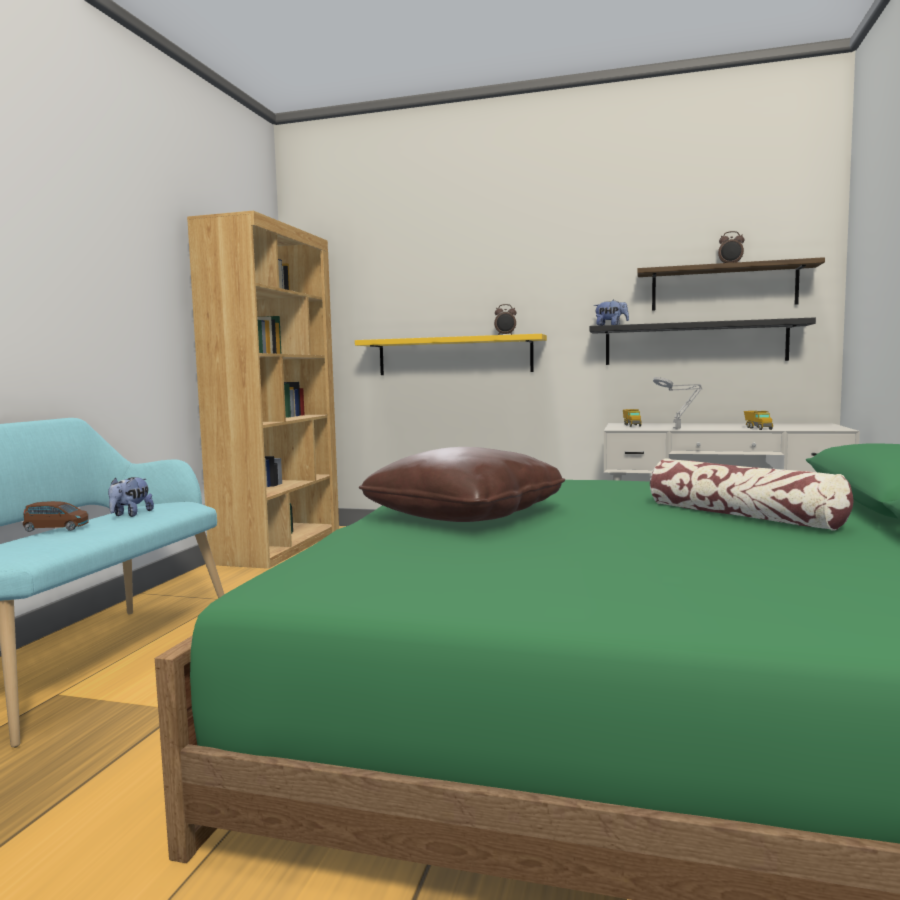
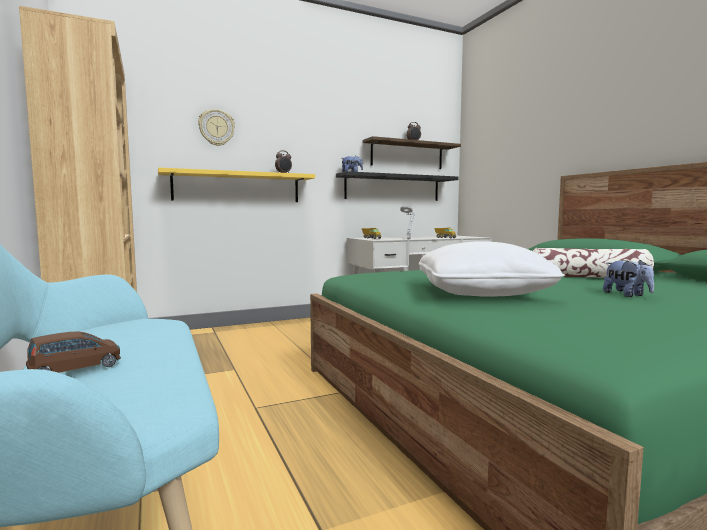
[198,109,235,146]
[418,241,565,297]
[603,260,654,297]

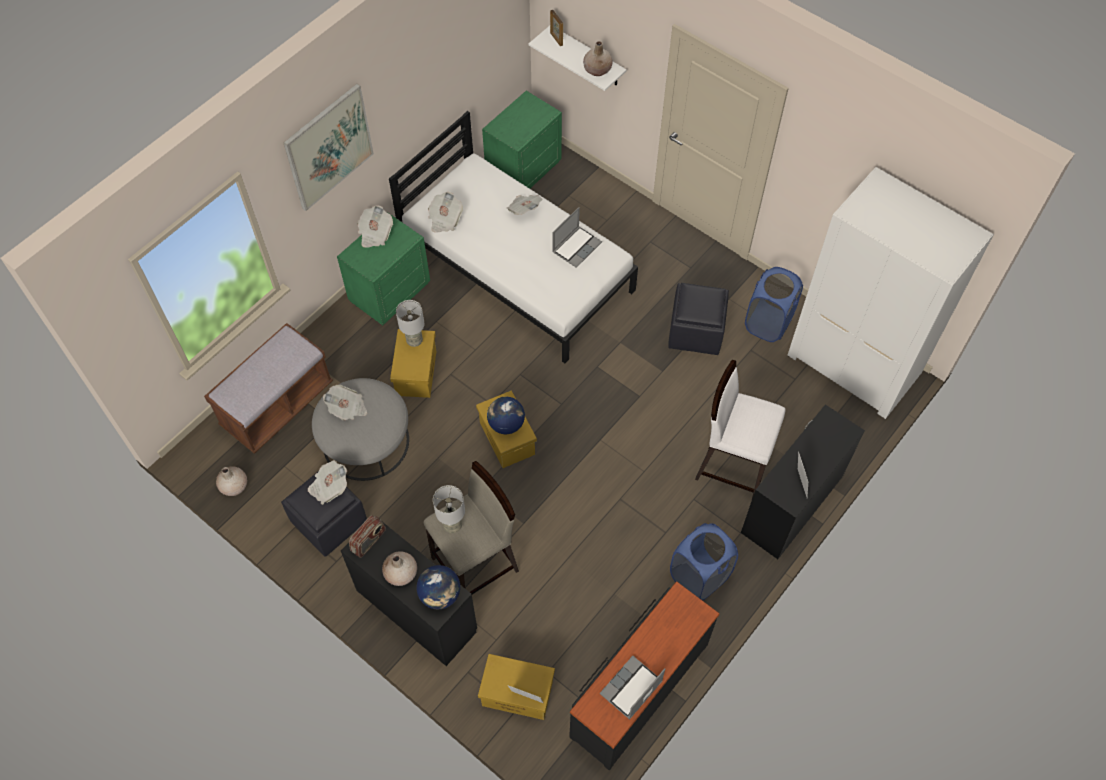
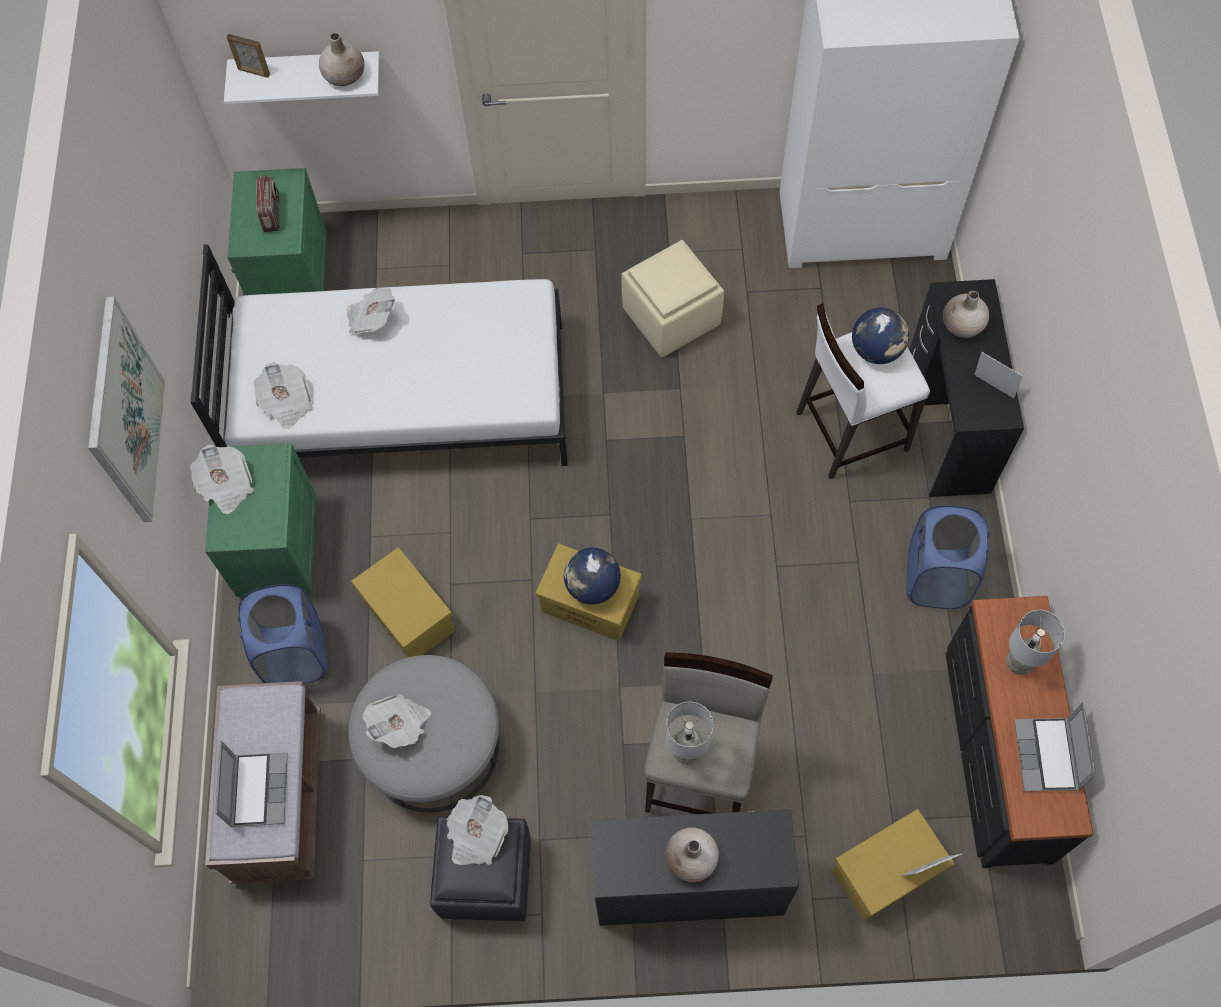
[215,741,288,827]
[238,584,328,684]
[256,175,279,232]
[621,240,724,357]
[852,307,909,364]
[943,291,989,338]
[1006,610,1065,675]

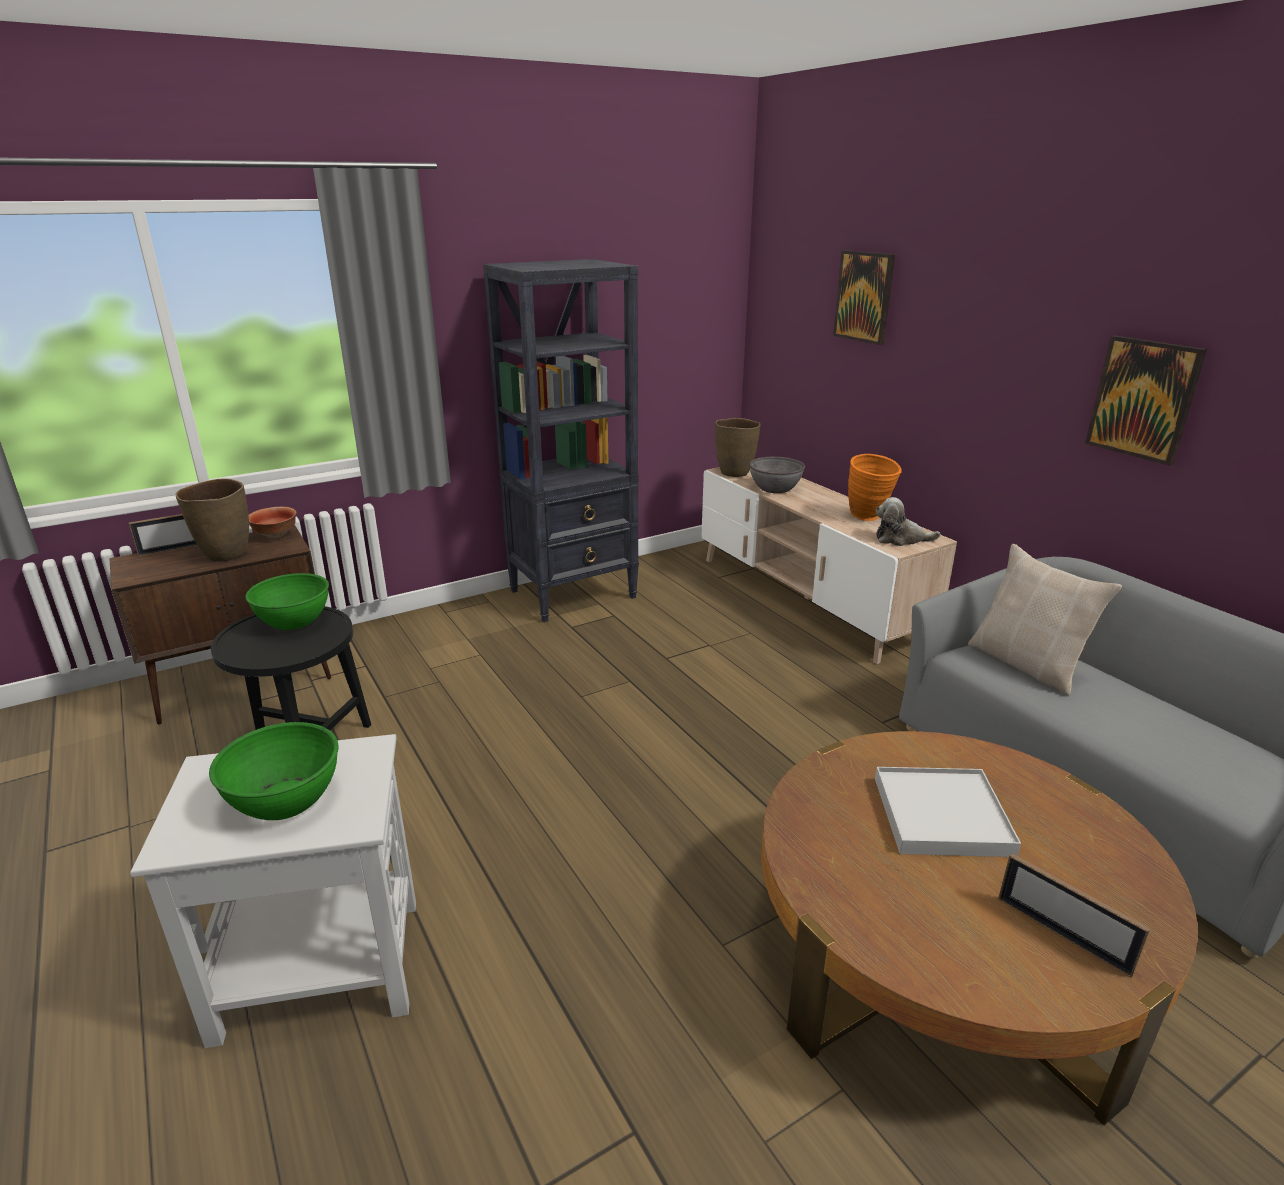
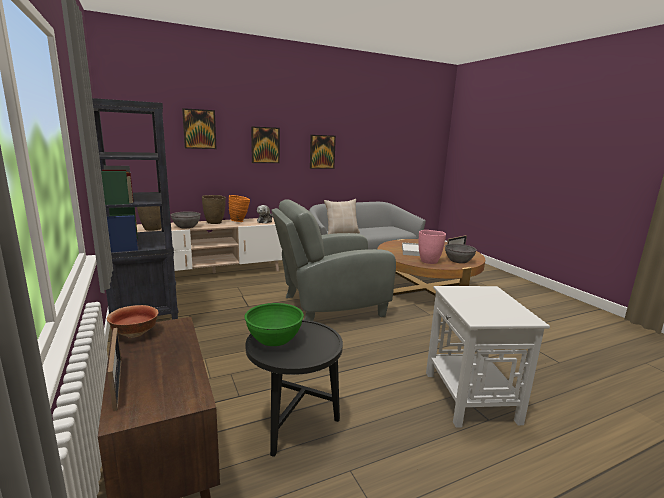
[202,195,226,224]
[251,126,280,163]
[271,199,396,321]
[419,230,446,264]
[445,244,477,263]
[209,722,339,820] (first image)

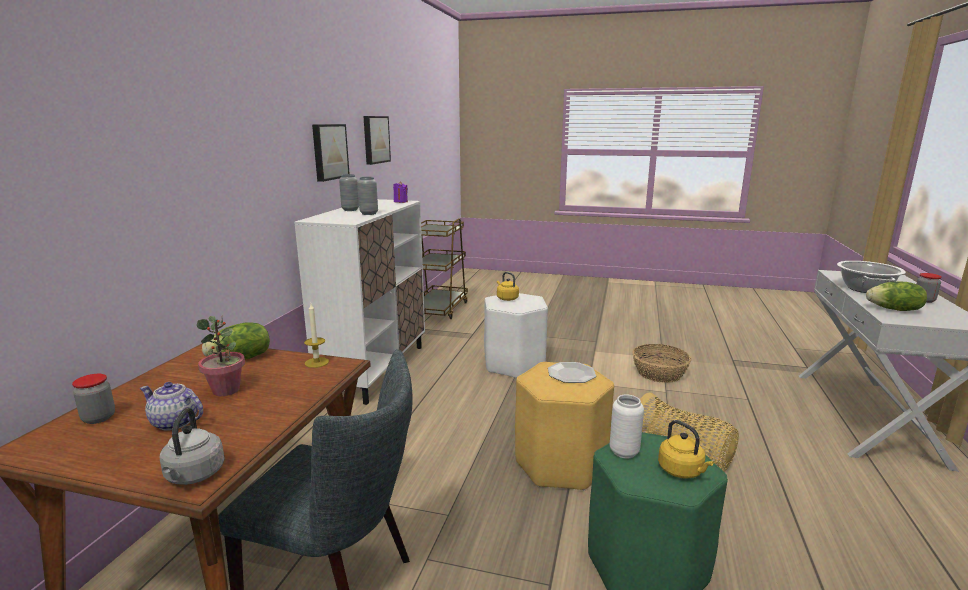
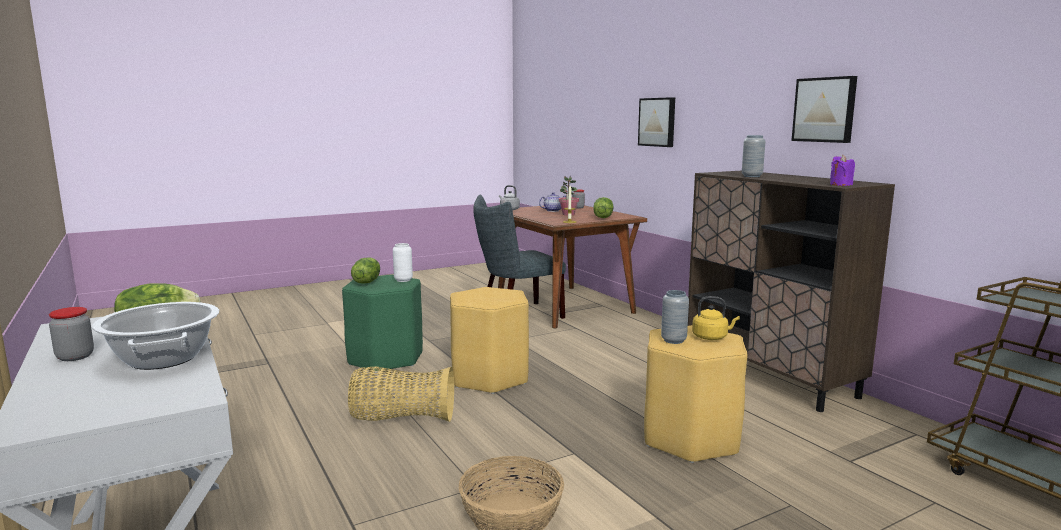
[351,257,380,284]
[638,97,675,147]
[644,325,747,463]
[661,290,689,344]
[688,171,895,412]
[548,362,596,383] (first image)

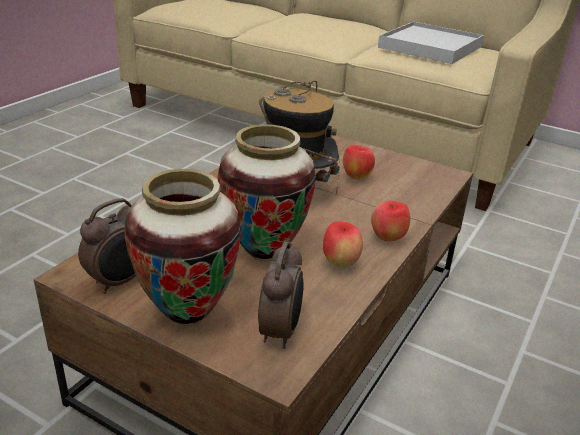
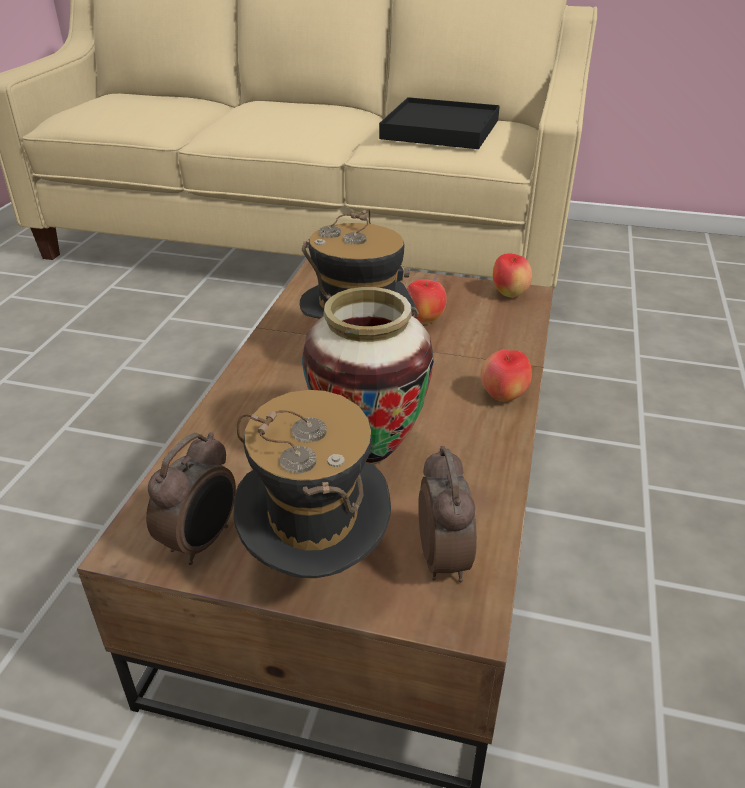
[233,390,391,578]
[379,97,500,149]
[493,253,532,297]

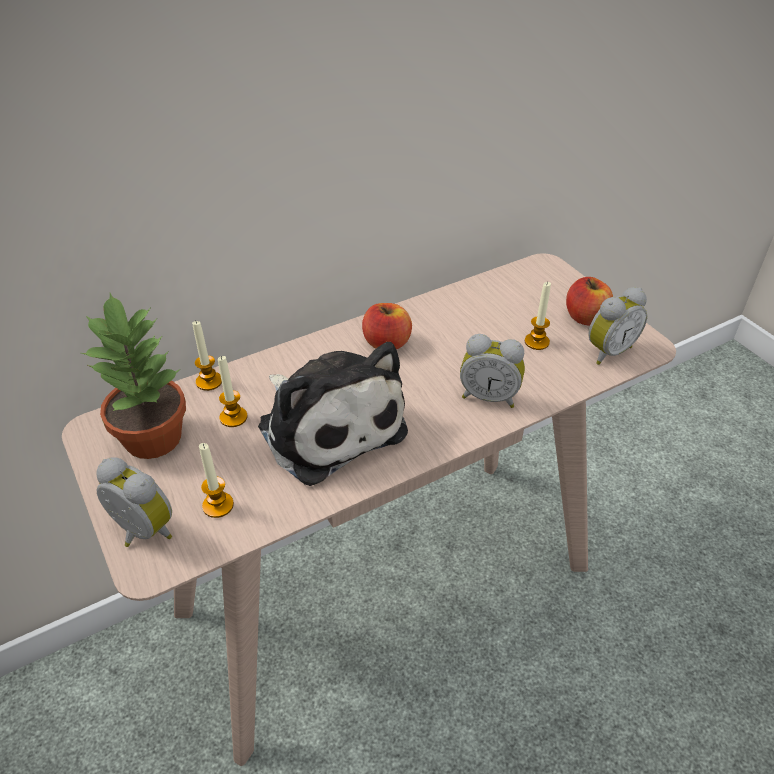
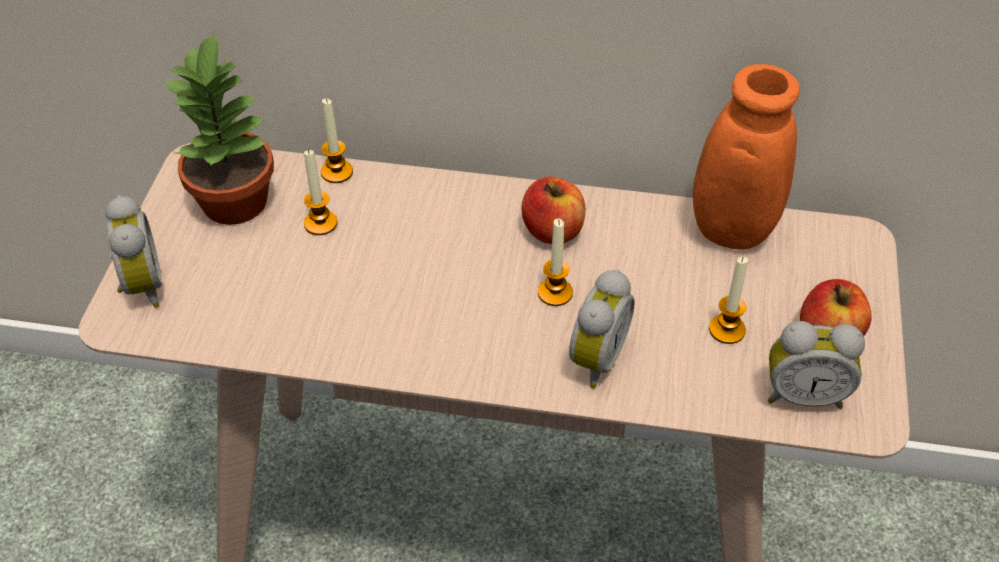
[538,219,573,306]
[569,270,635,389]
[640,64,800,249]
[258,342,408,486] (first image)

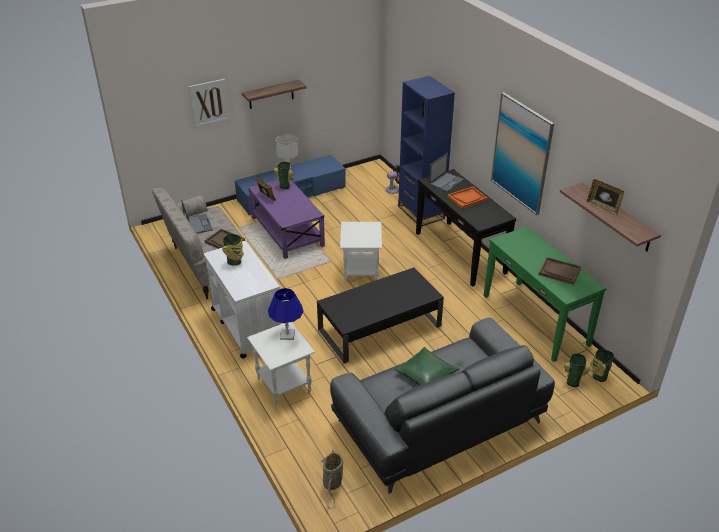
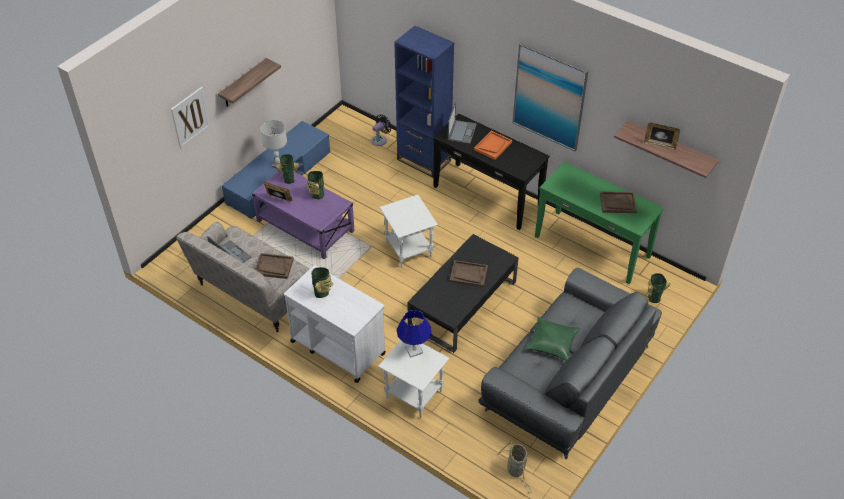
[306,171,324,199]
[450,260,488,287]

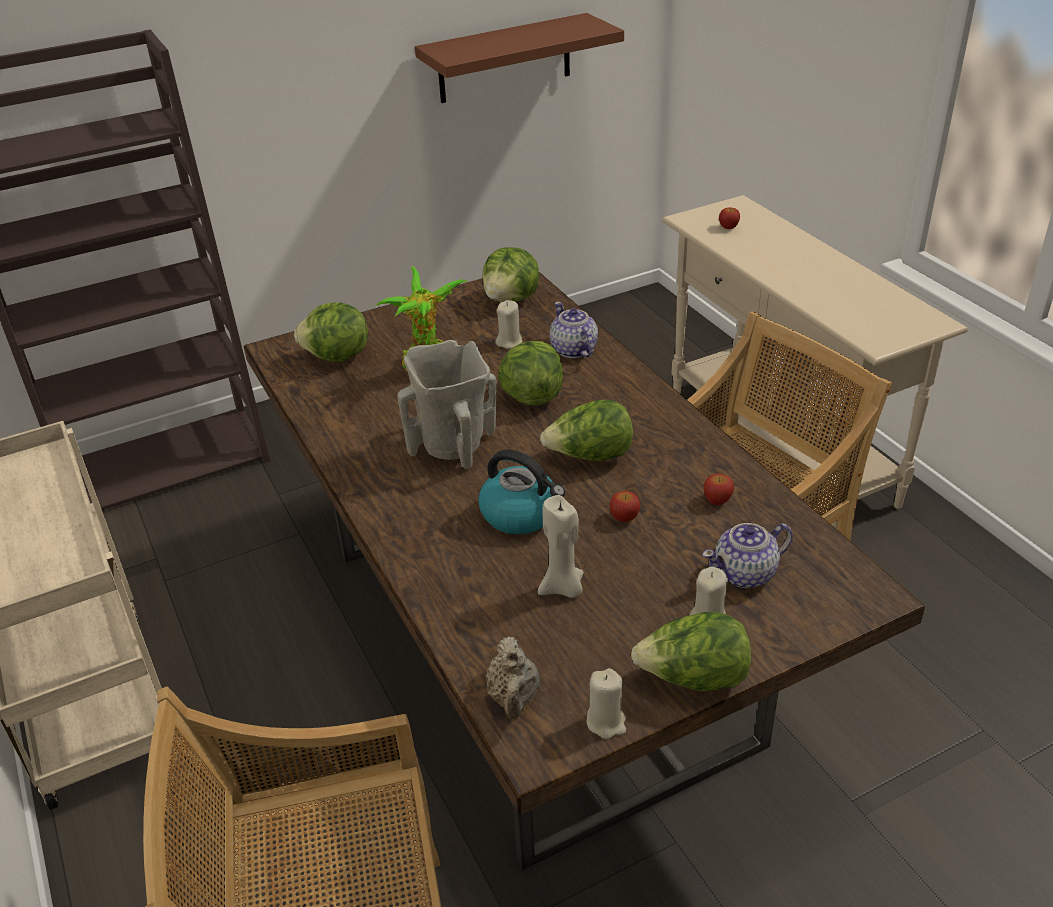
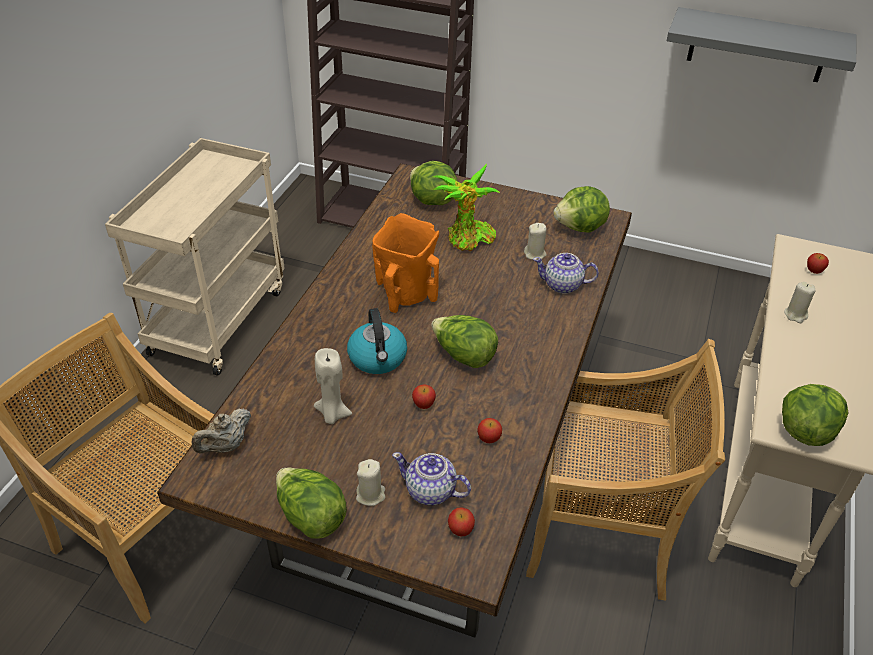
[372,213,439,313]
[448,507,475,536]
[533,253,599,294]
[666,7,857,82]
[782,384,848,446]
[784,282,816,323]

